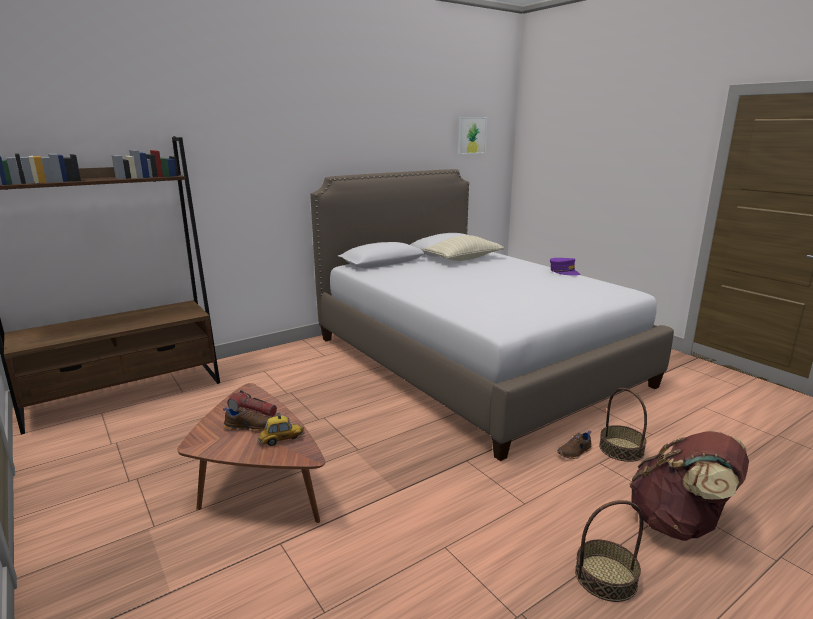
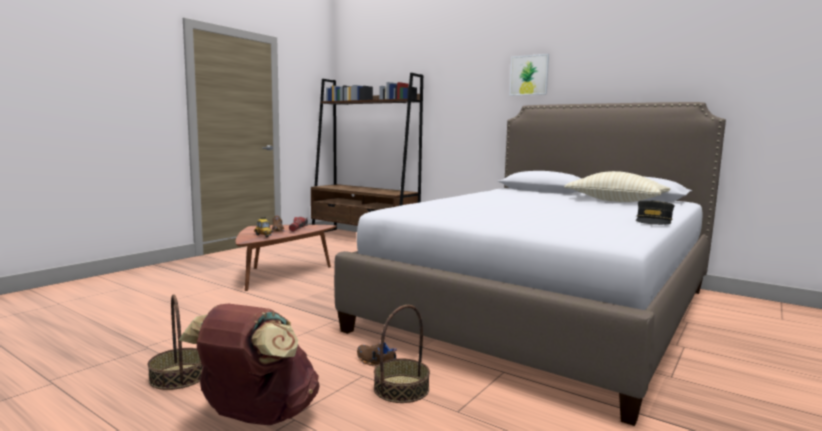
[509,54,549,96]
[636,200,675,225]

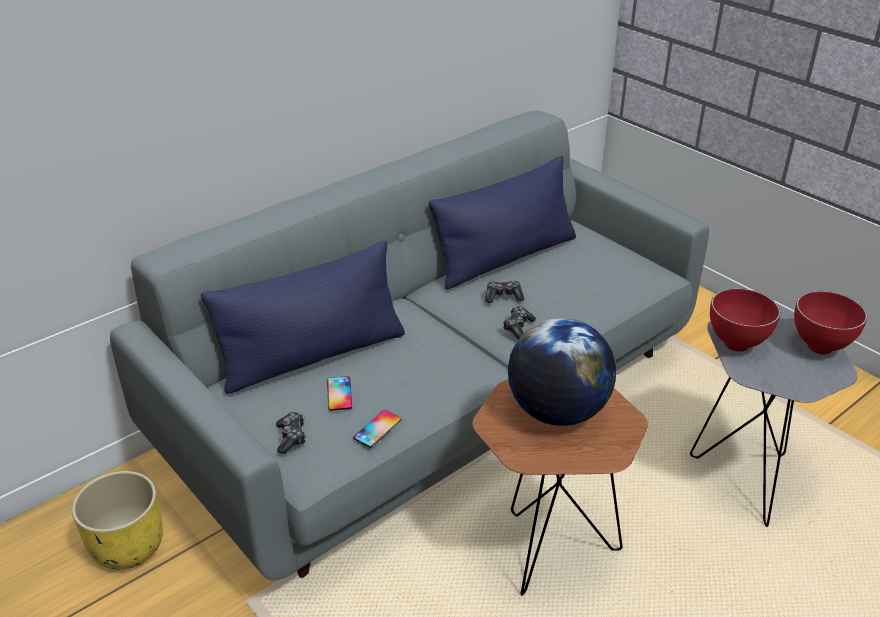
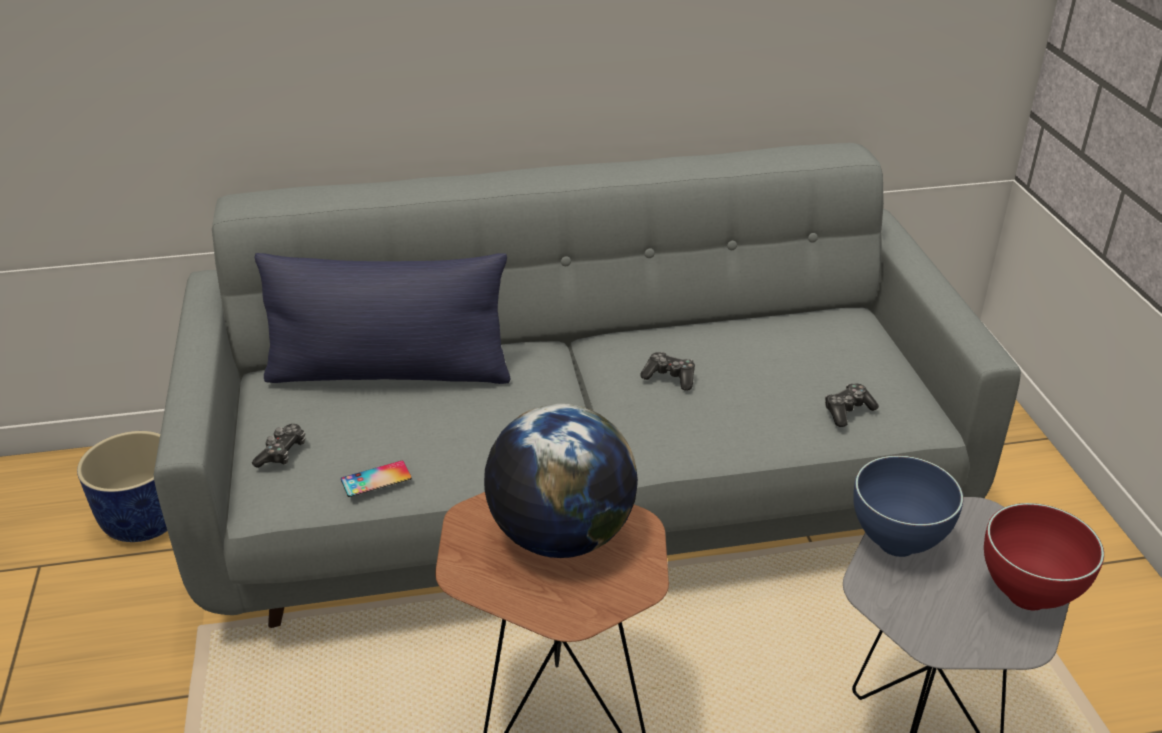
[77,431,167,542]
[825,384,879,427]
[853,455,964,557]
[327,376,352,411] (first image)
[429,156,576,289] (first image)

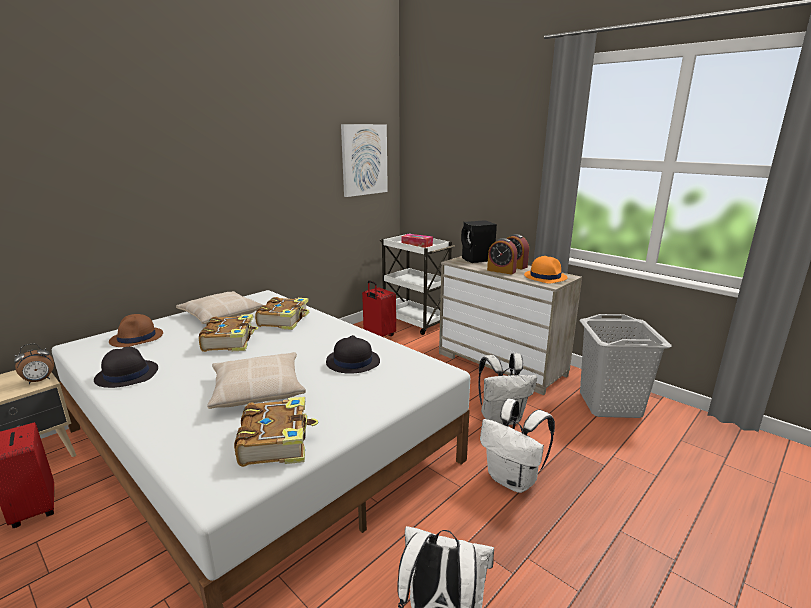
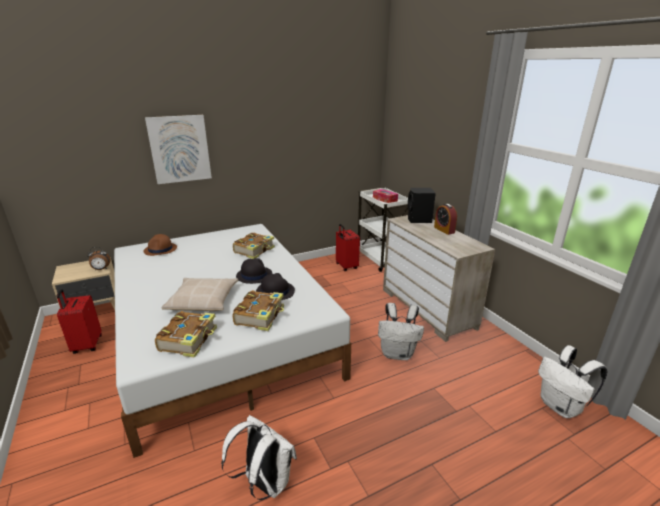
[145,115,212,184]
[233,290,284,331]
[236,258,273,284]
[538,345,608,418]
[176,291,263,324] (first image)
[487,238,517,275] (first image)
[524,256,568,284] (first image)
[580,314,672,418] (first image)

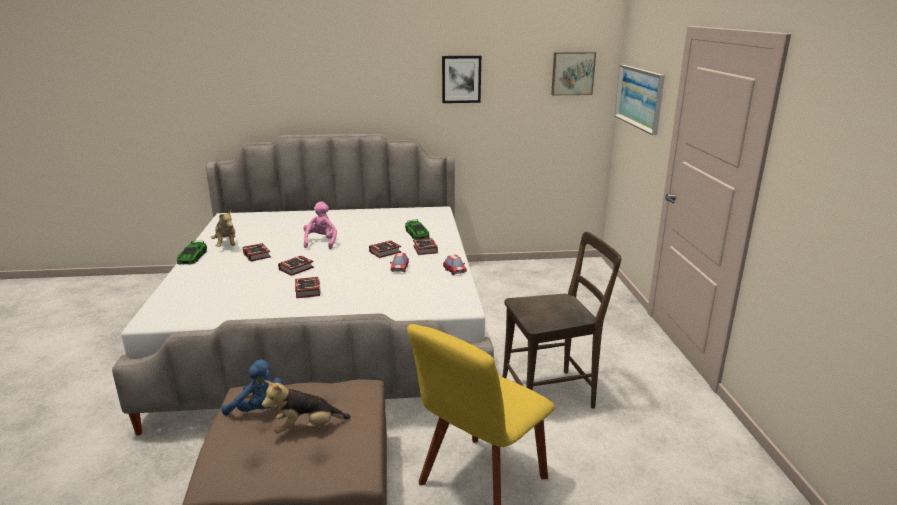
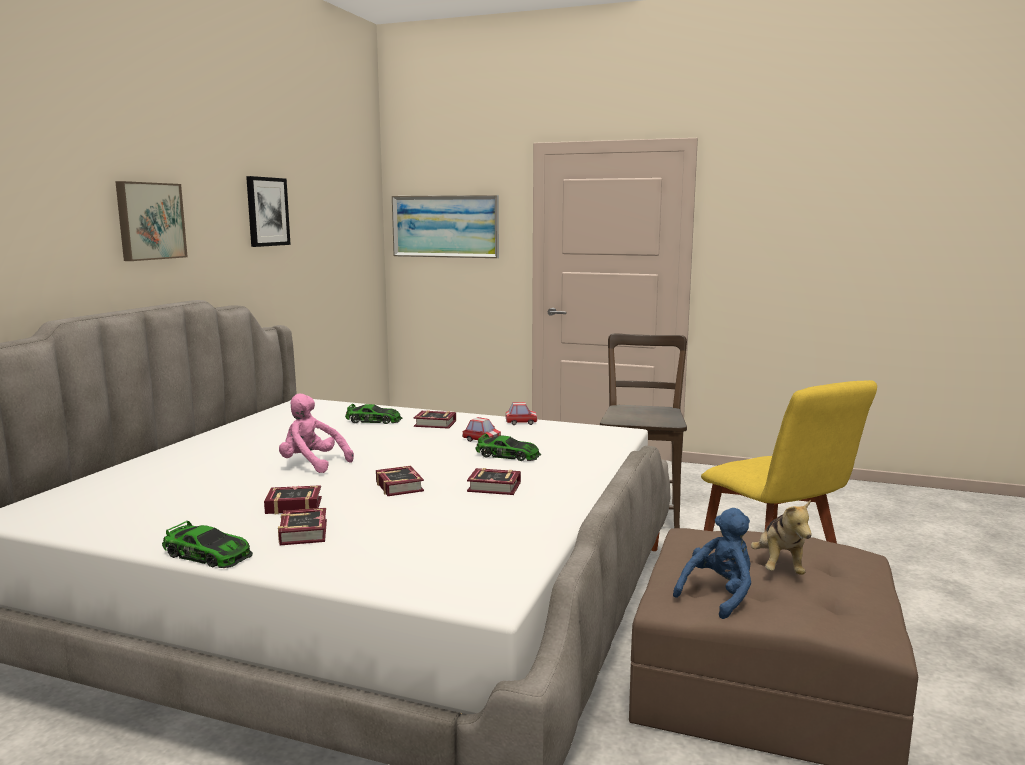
[115,181,188,261]
[278,508,327,545]
[476,434,541,461]
[211,210,235,247] (first image)

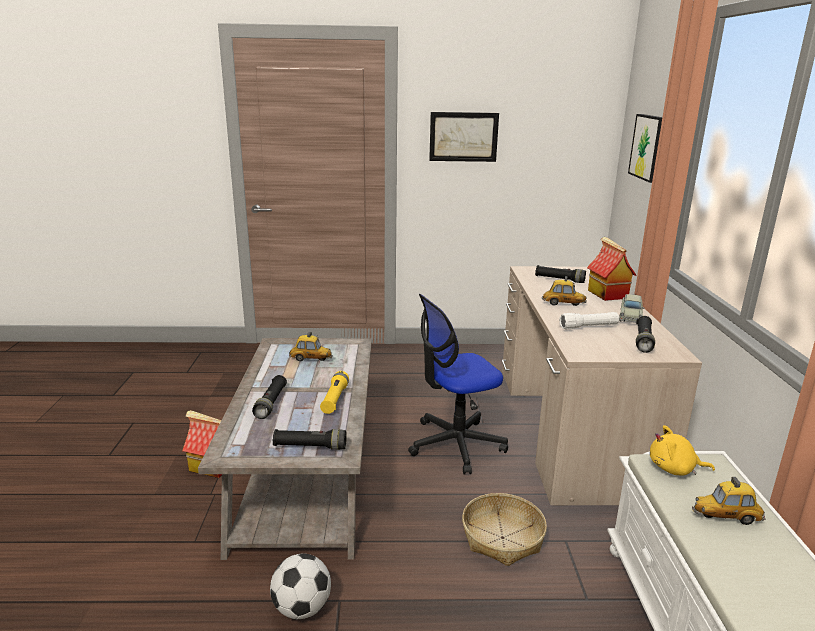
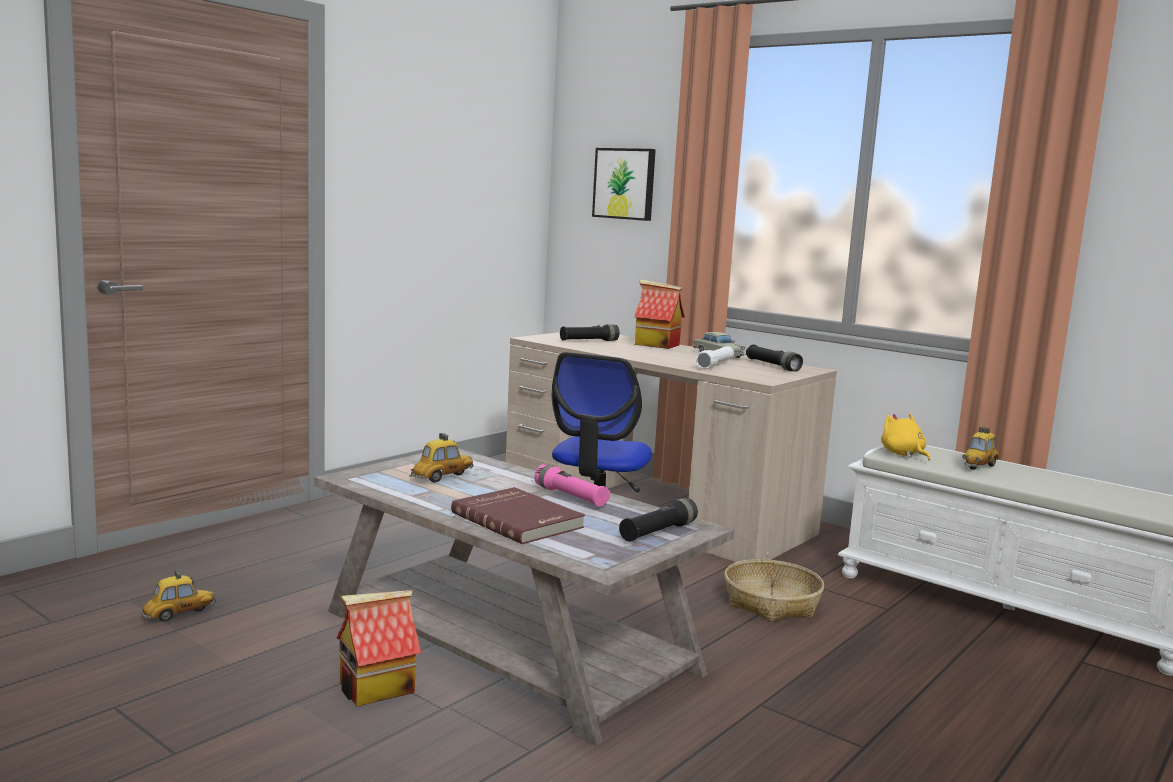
[141,570,216,622]
[451,487,585,544]
[534,464,610,507]
[881,414,930,461]
[270,554,331,619] (first image)
[429,112,499,162] (first image)

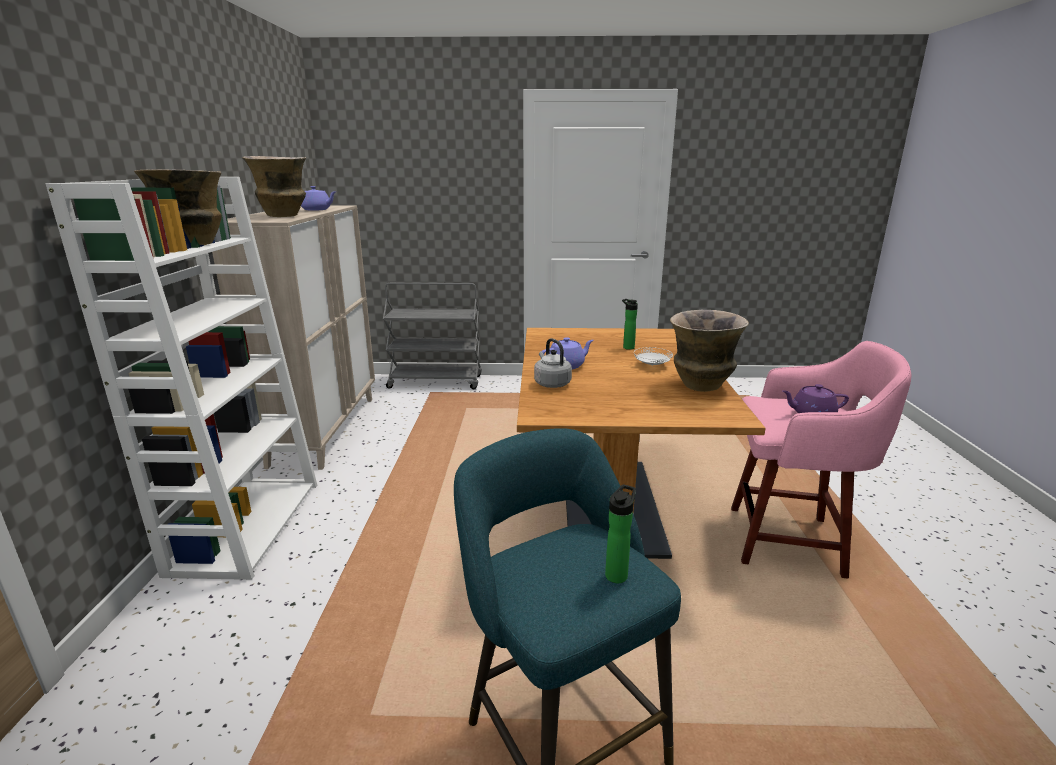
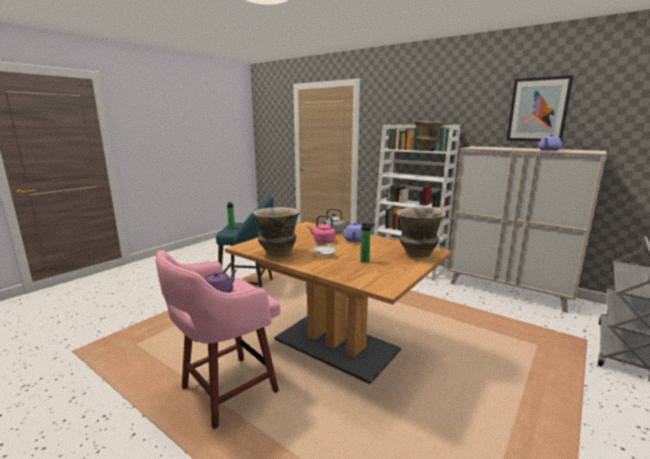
[308,215,335,243]
[396,207,446,258]
[506,75,574,142]

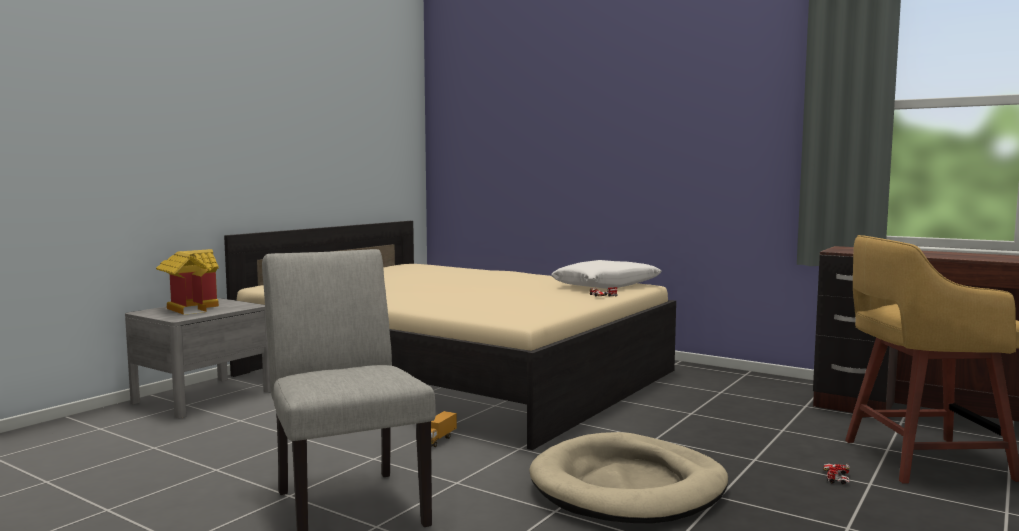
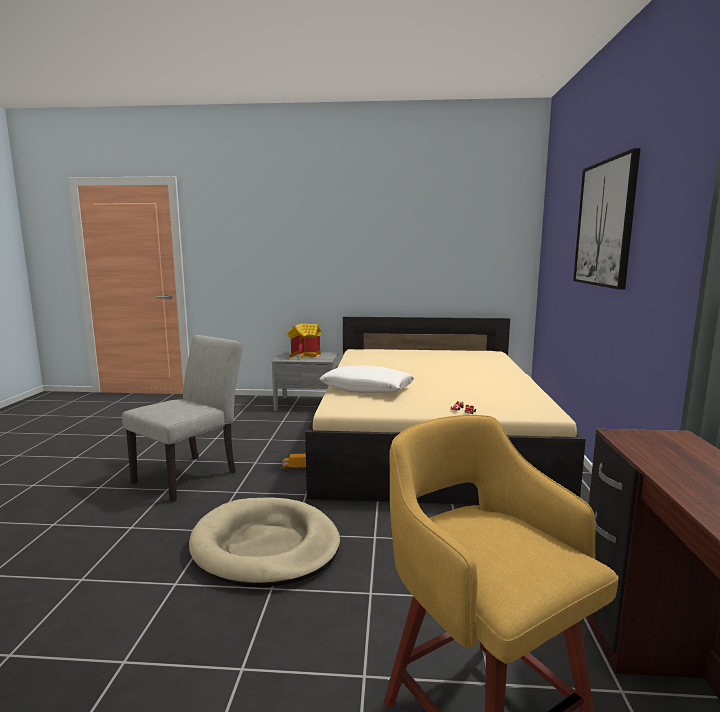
[320,366,414,393]
[573,148,640,290]
[823,463,849,485] (first image)

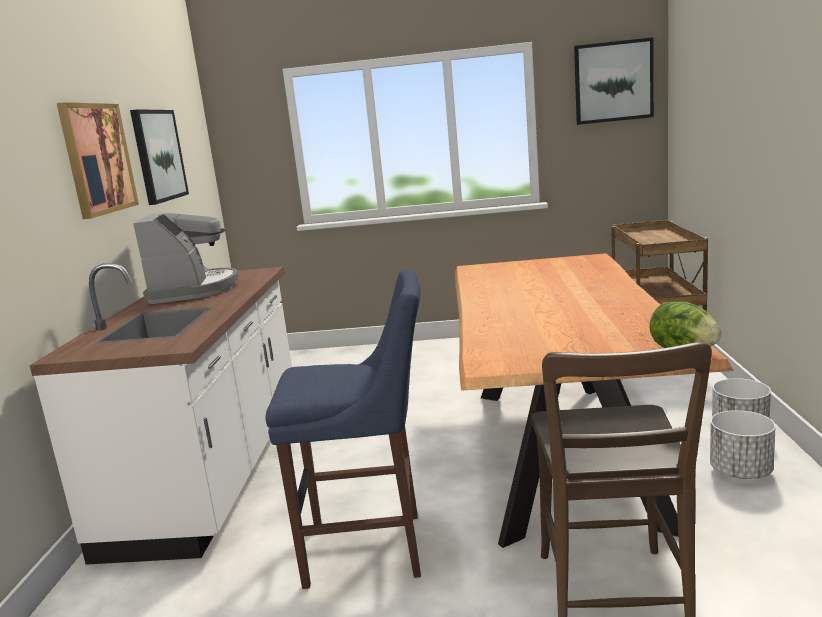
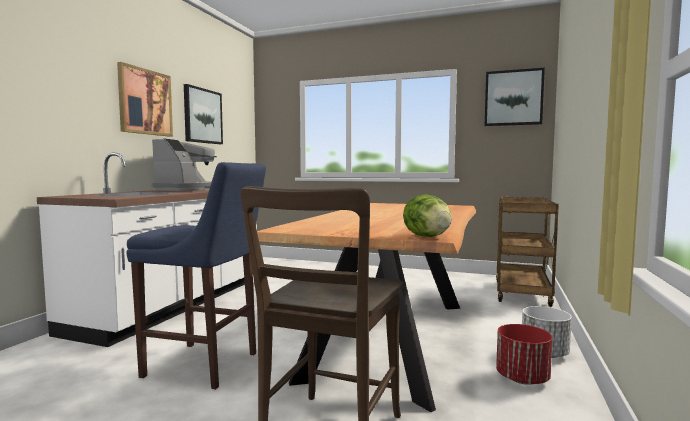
[496,324,553,385]

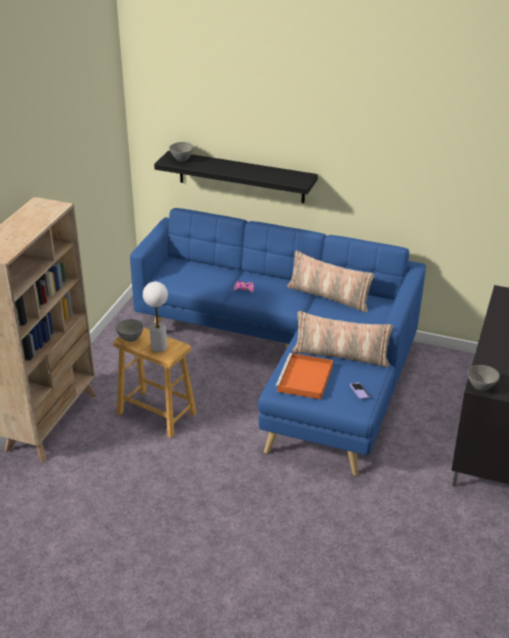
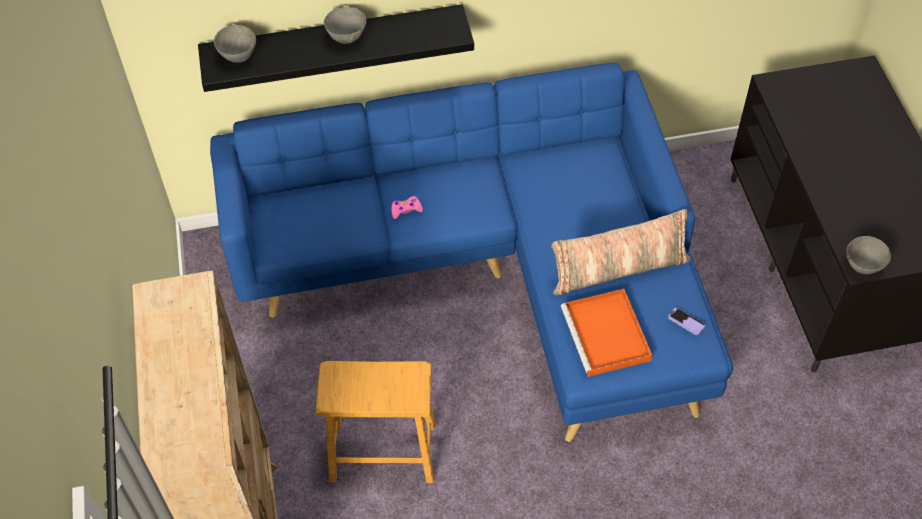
[324,7,367,44]
[143,282,168,352] (first image)
[287,251,374,312] (first image)

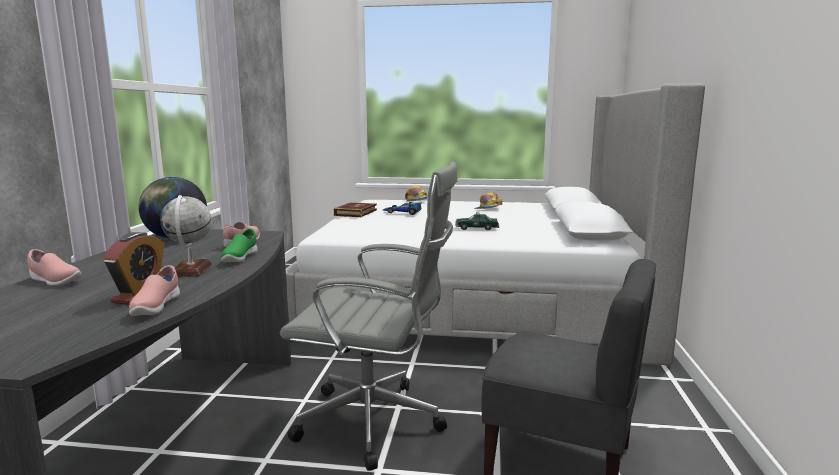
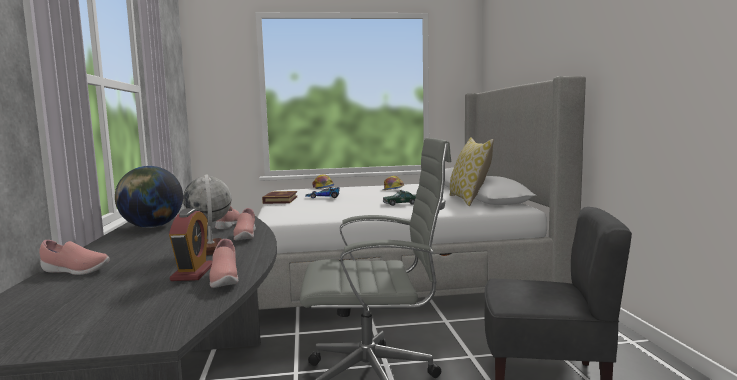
[233,208,256,240]
[450,137,494,206]

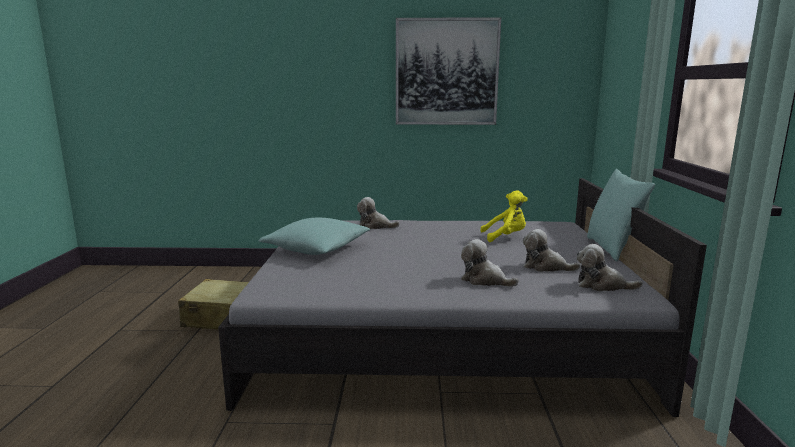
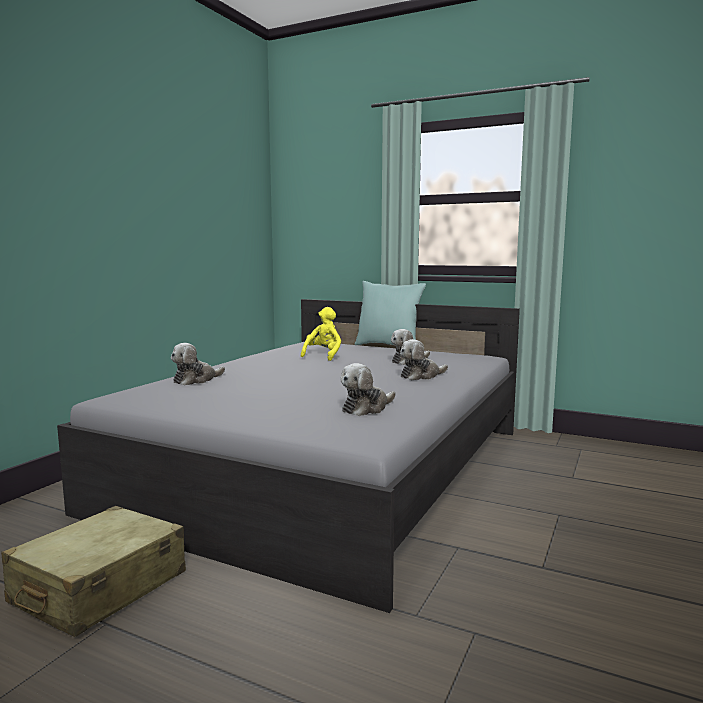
[340,363,396,416]
[259,218,371,255] (first image)
[396,17,501,125] (first image)

